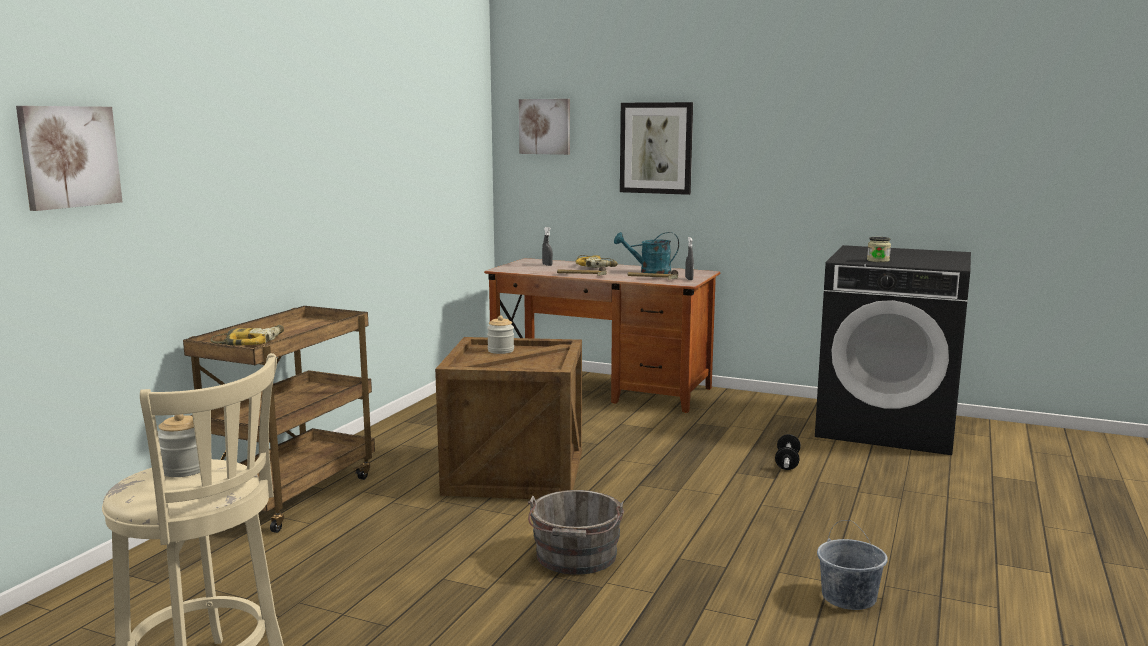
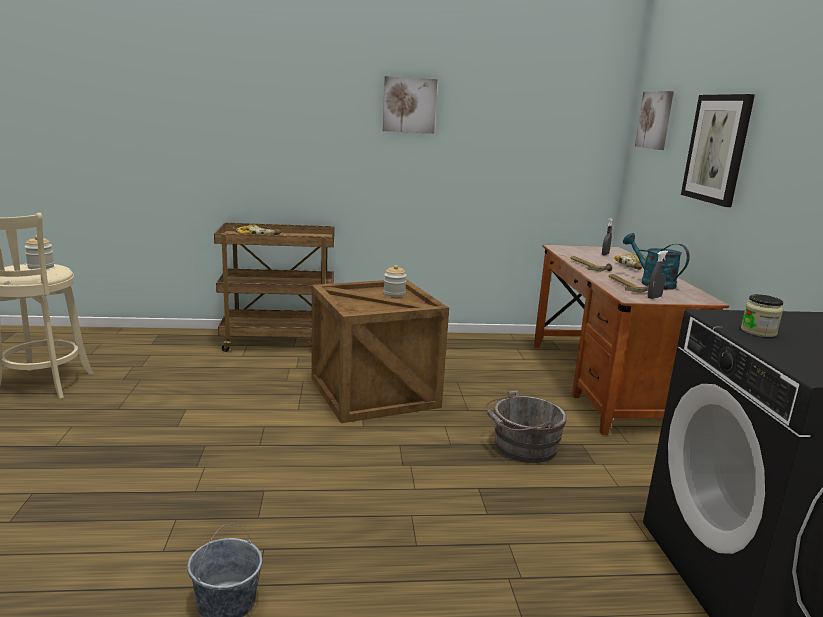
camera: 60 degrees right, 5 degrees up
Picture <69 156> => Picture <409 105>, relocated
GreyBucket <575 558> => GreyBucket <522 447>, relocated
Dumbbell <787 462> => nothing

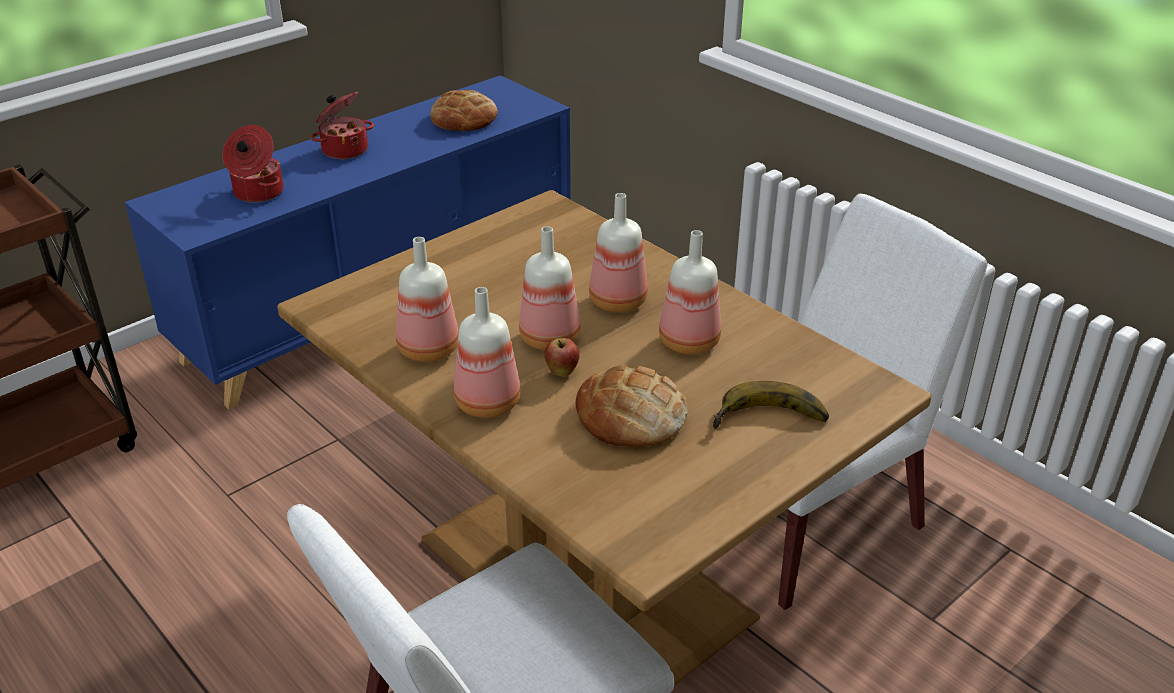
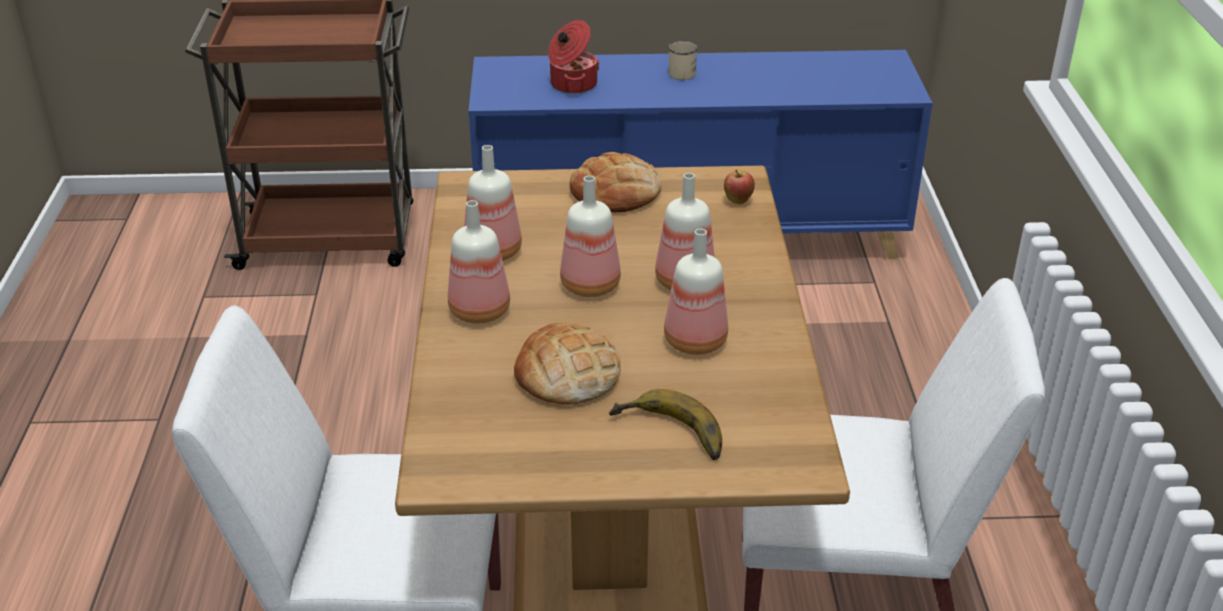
camera: 40 degrees right, 0 degrees up
Bread <464 119> => Bread <616 192>, relocated
CookingPot <344 150> => BeigeMug <682 72>
Apple <562 373> => Apple <738 201>, relocated

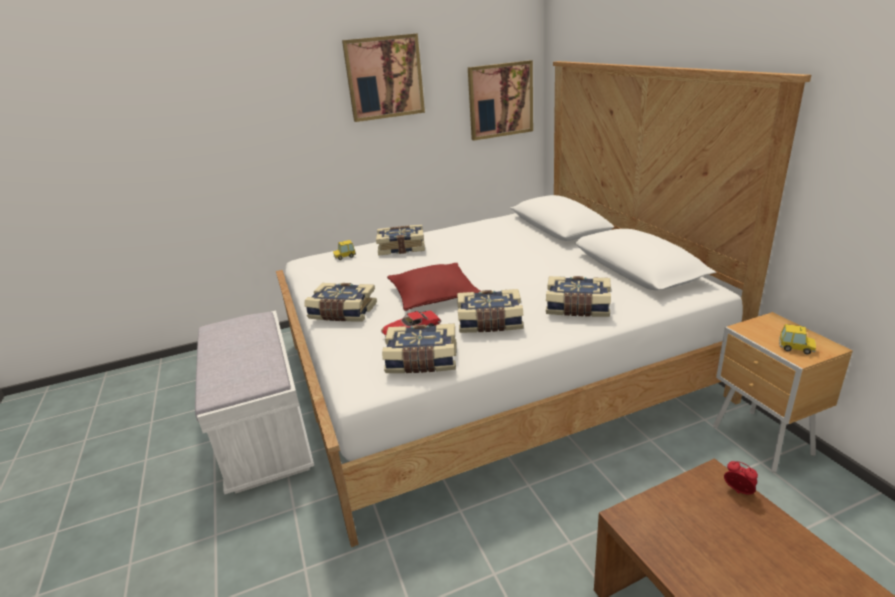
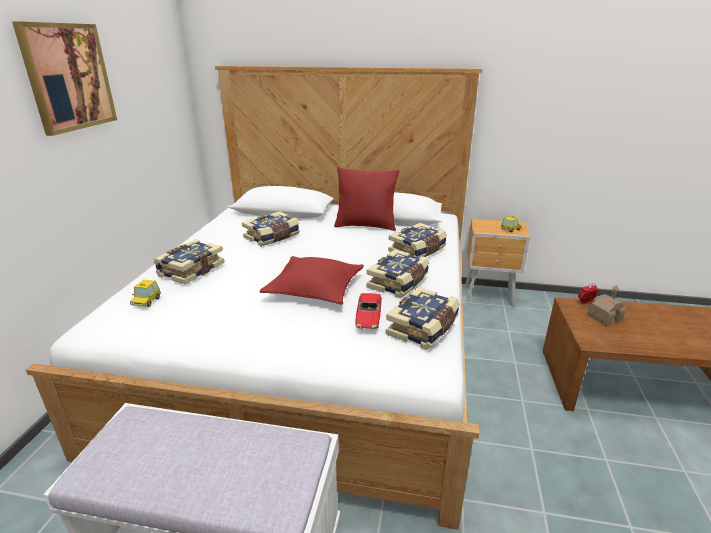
camera: 60 degrees left, 0 degrees up
Book <342 313> => Book <272 237>, relocated
nothing => RedPillow <365 226>
nothing => ToyHouse <604 317>
Picture <500 100> => nothing

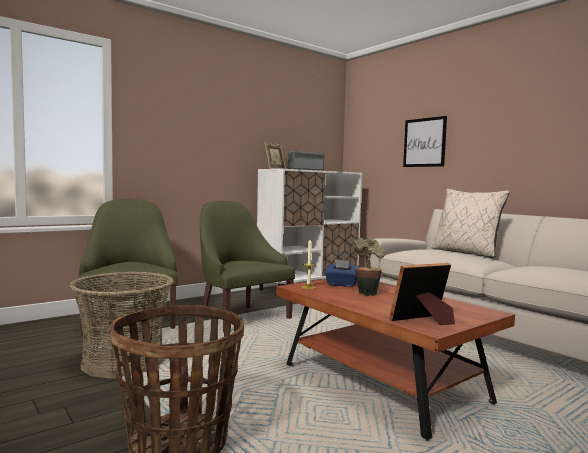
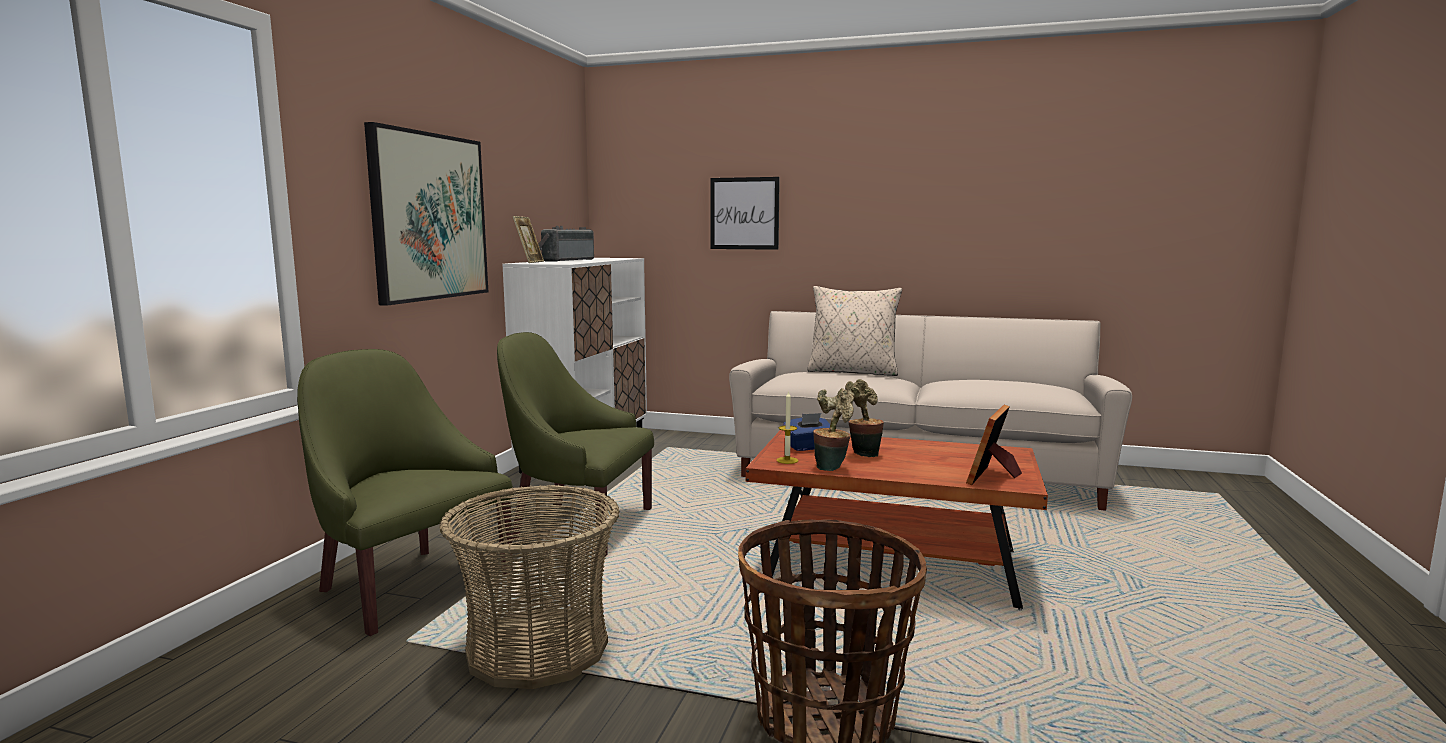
camera: 35 degrees left, 5 degrees up
nothing => Picture <429 217>
nothing => PottedPlant <832 467>

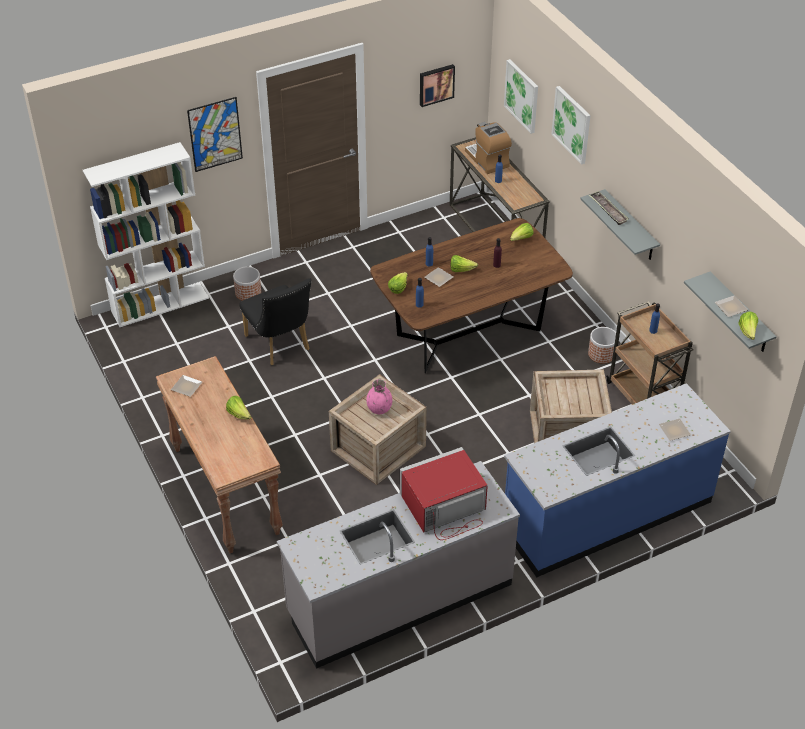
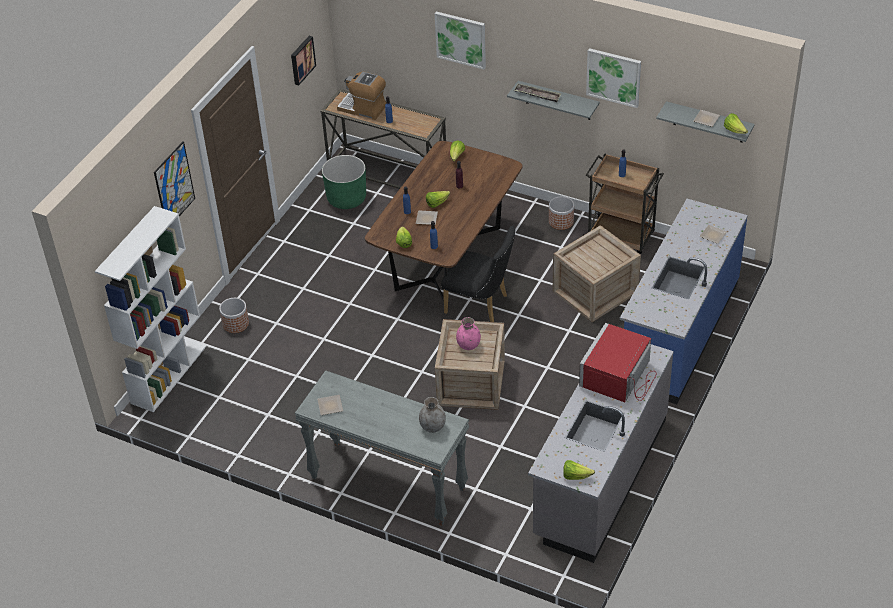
camera: 35 degrees left, 0 degrees up
BrownConsoleTable <224 490> => GreyConsoleTable <387 484>
nothing => GreenPlanter <346 198>
nothing => GreyVase <433 426>
BlackChair <280 346> => BlackChair <481 305>, relocated
Lettuce <239 414> => Lettuce <576 476>, relocated
Picture <522 96> => Picture <613 77>, relocated

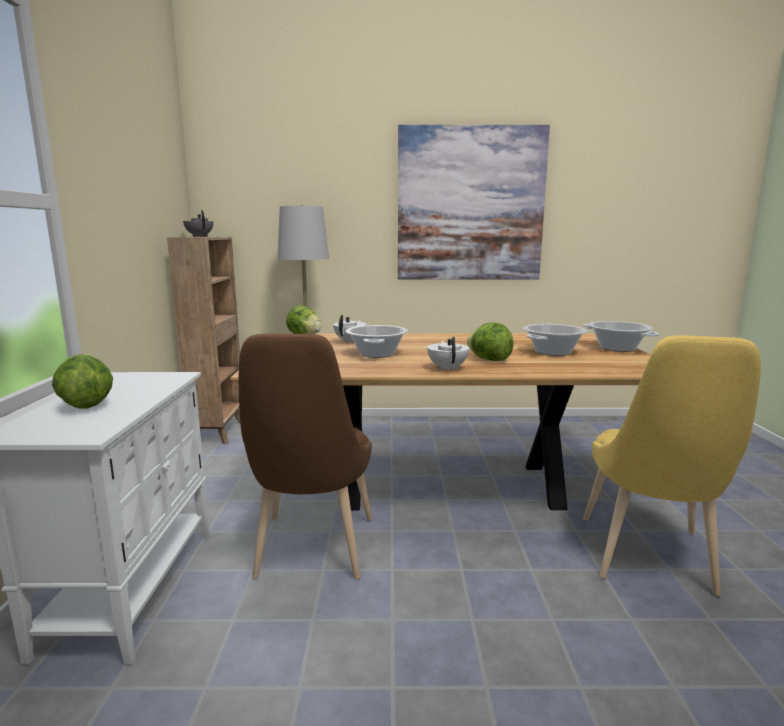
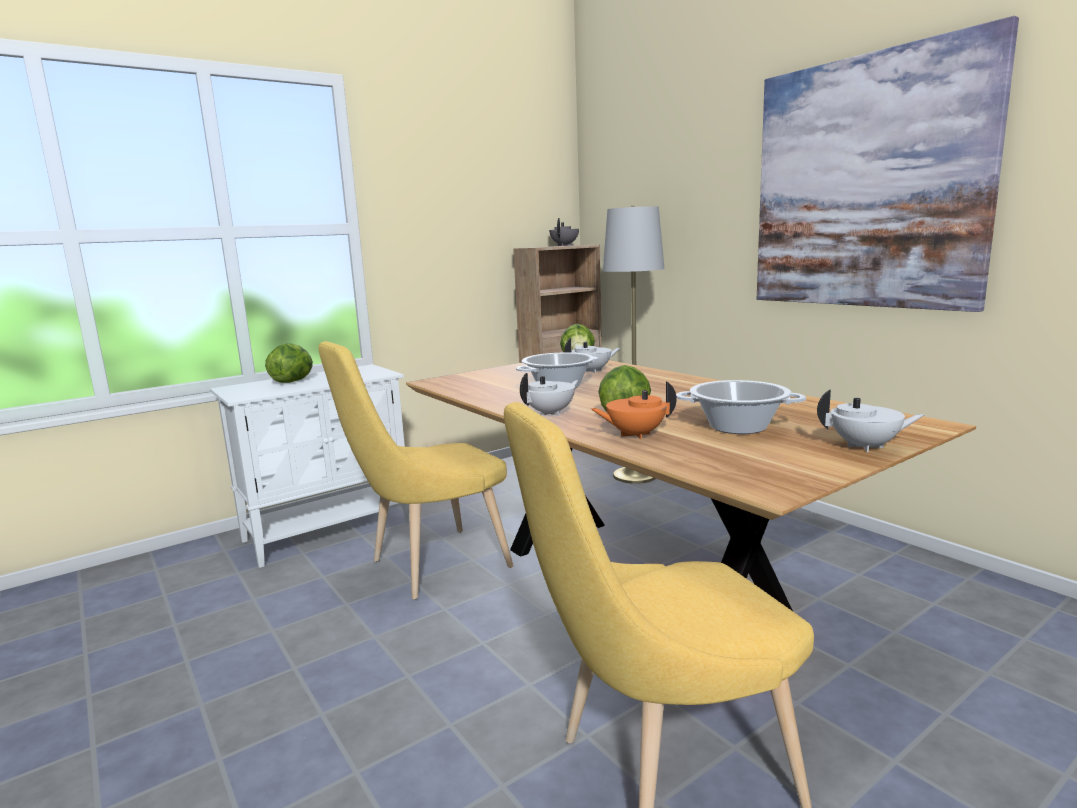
camera: 55 degrees right, 0 degrees up
BrownChair <312 552> => YellowChair <431 566>
nothing => OrangeTeapot <635 435>
CookingPot <617 348> => WhiteTeapot <865 447>

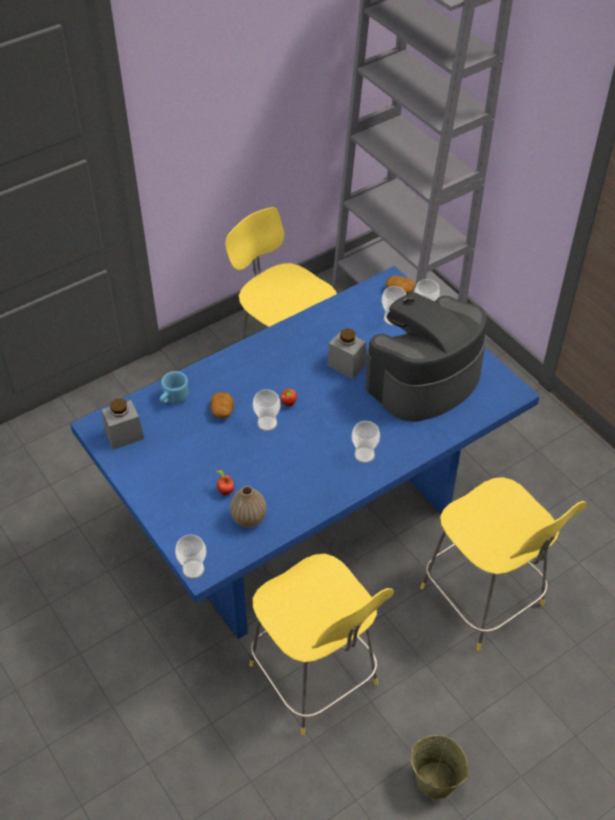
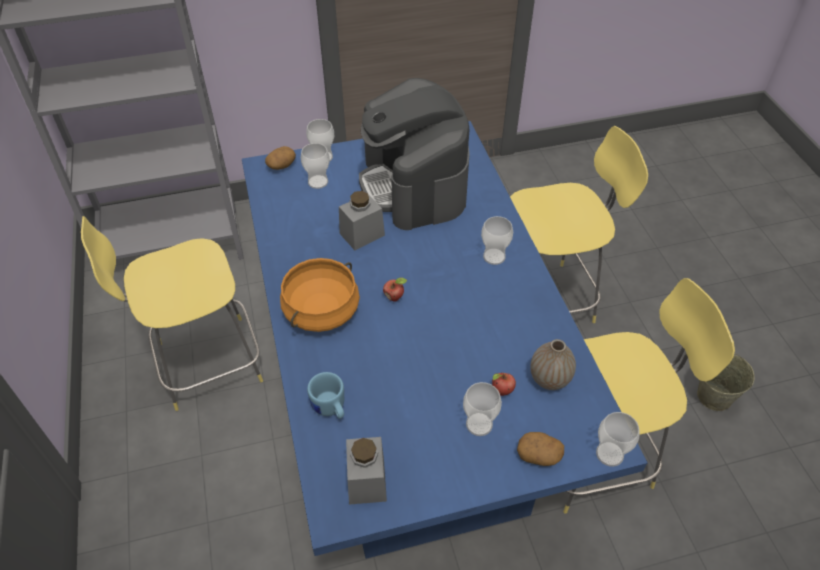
camera: 70 degrees left, 0 degrees up
nothing => OrangeCookingPot <322 311>
Cup <267 423> => Cup <479 424>, relocated
Potato <222 411> => Potato <539 454>, relocated

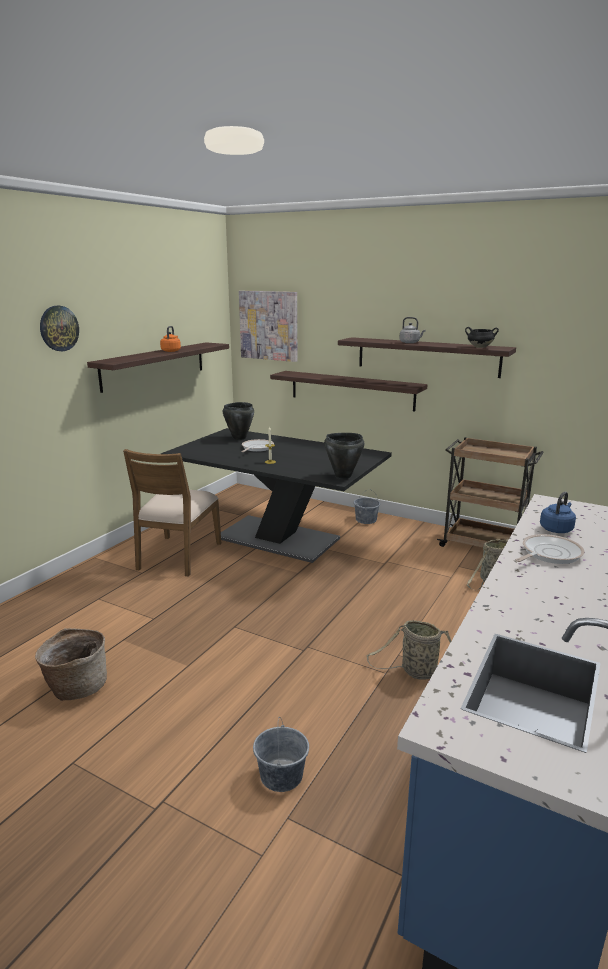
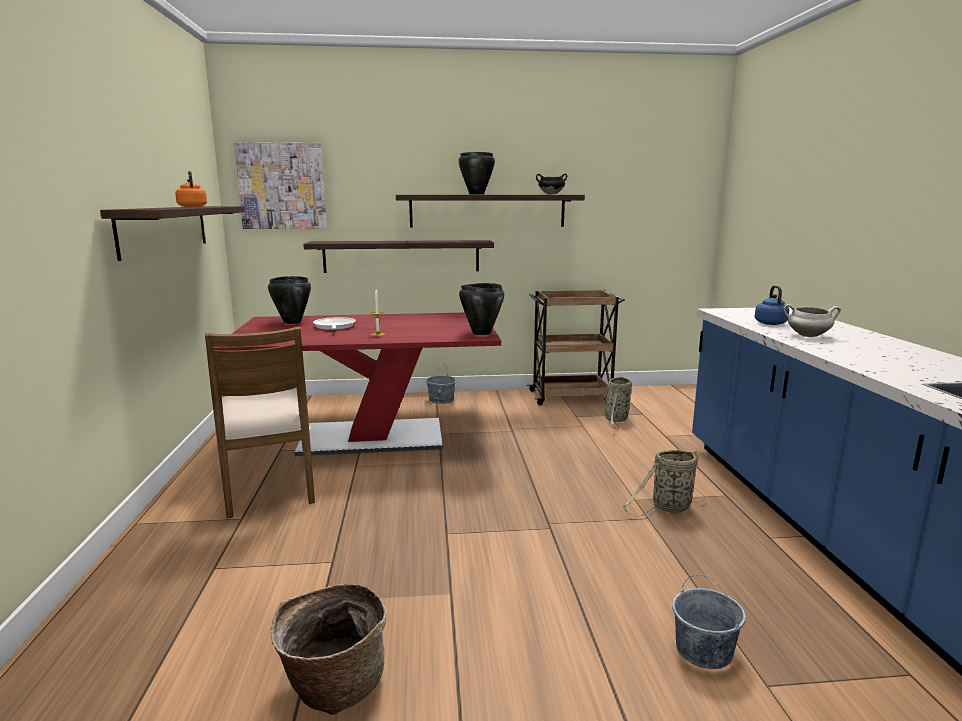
camera: 35 degrees left, 5 degrees down
BlackDiningTable <277 538> => RedDiningTable <372 437>
GreyKettle <410 342> => BlackCookingPot <477 194>
FryingPan <548 554> => WhiteCookingPot <807 336>
WallClock <59 328> => nothing

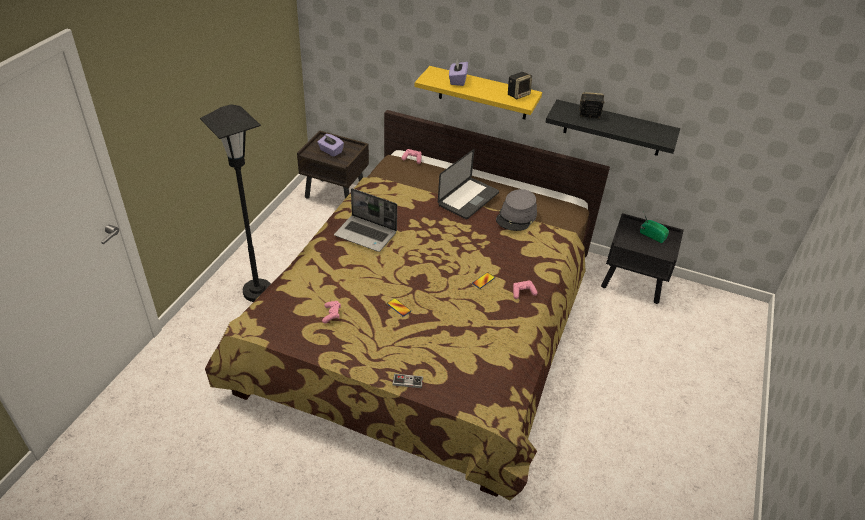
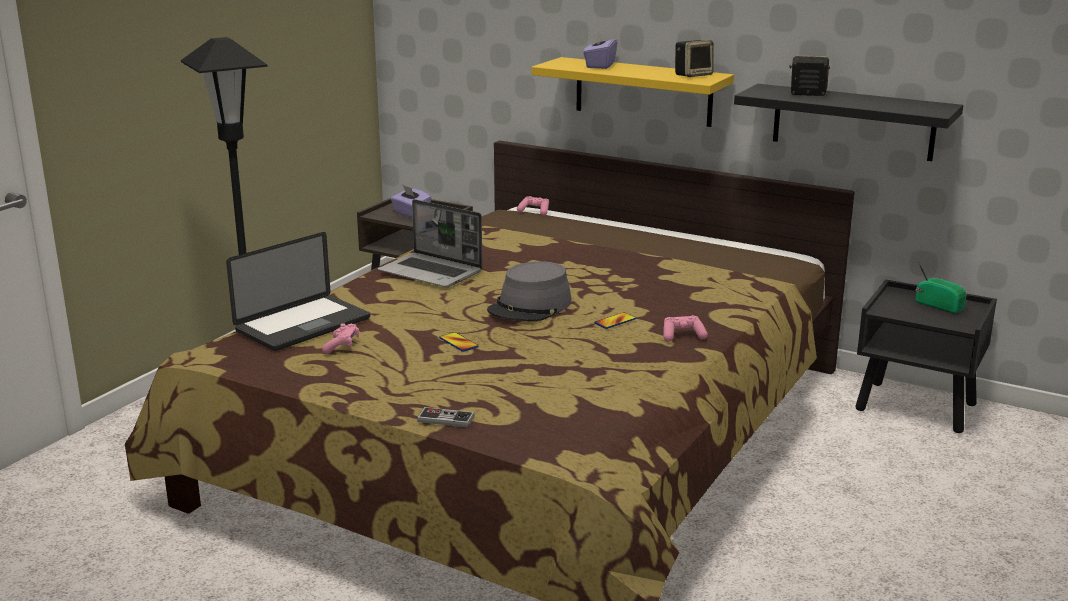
camera: 10 degrees right, 20 degrees down
Laptop <468 199> => Laptop <303 325>, relocated
GreyHat <516 216> => GreyHat <530 306>, relocated

